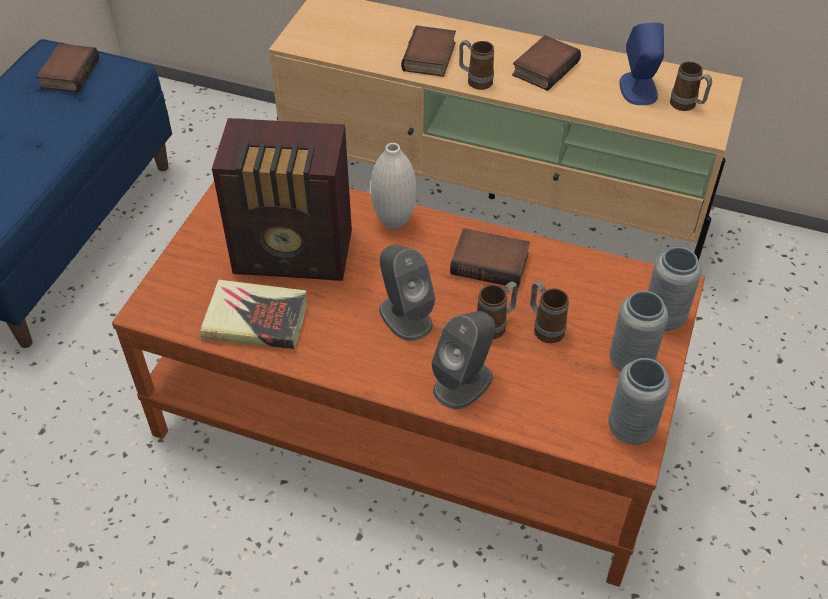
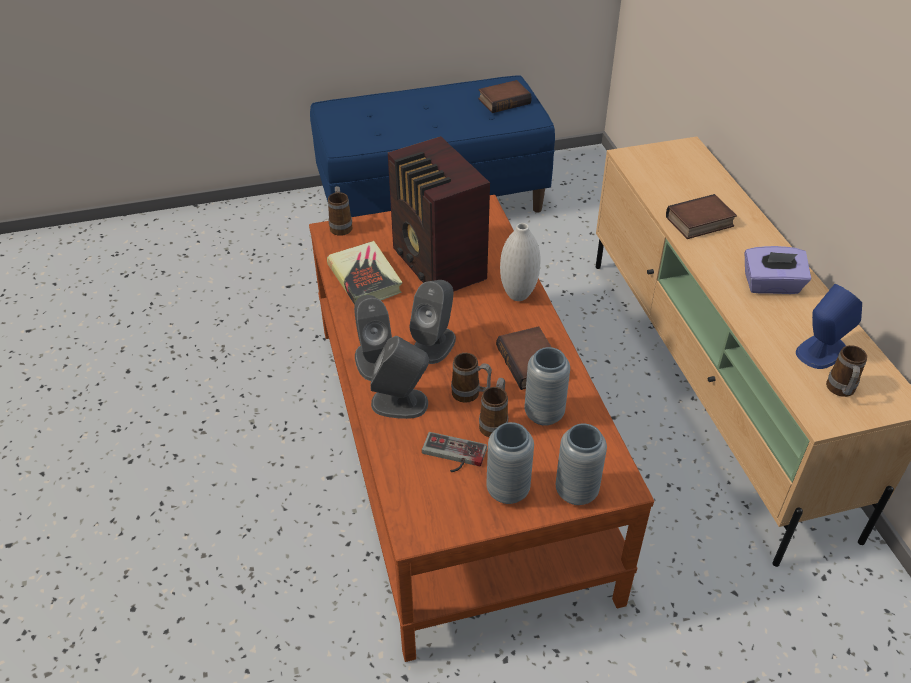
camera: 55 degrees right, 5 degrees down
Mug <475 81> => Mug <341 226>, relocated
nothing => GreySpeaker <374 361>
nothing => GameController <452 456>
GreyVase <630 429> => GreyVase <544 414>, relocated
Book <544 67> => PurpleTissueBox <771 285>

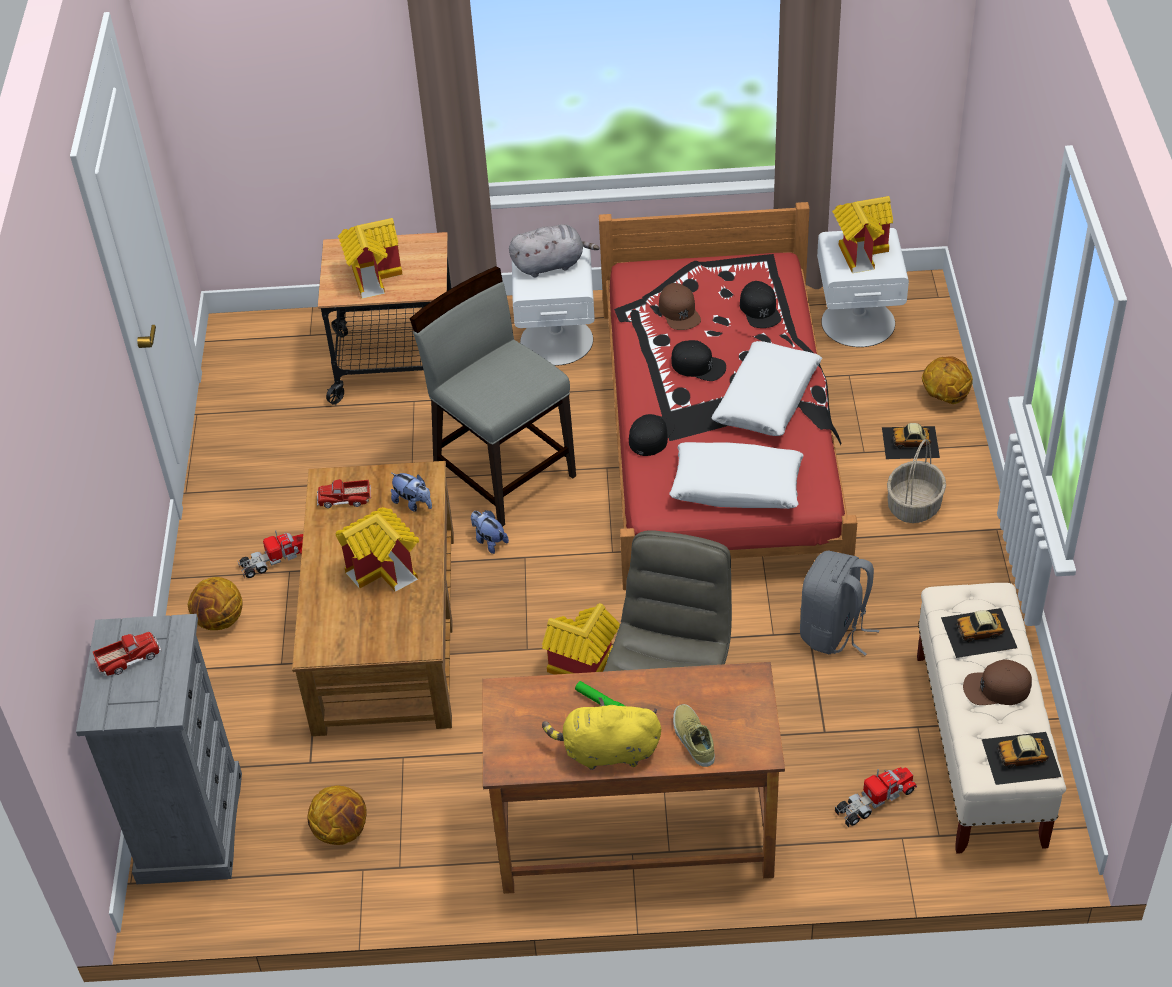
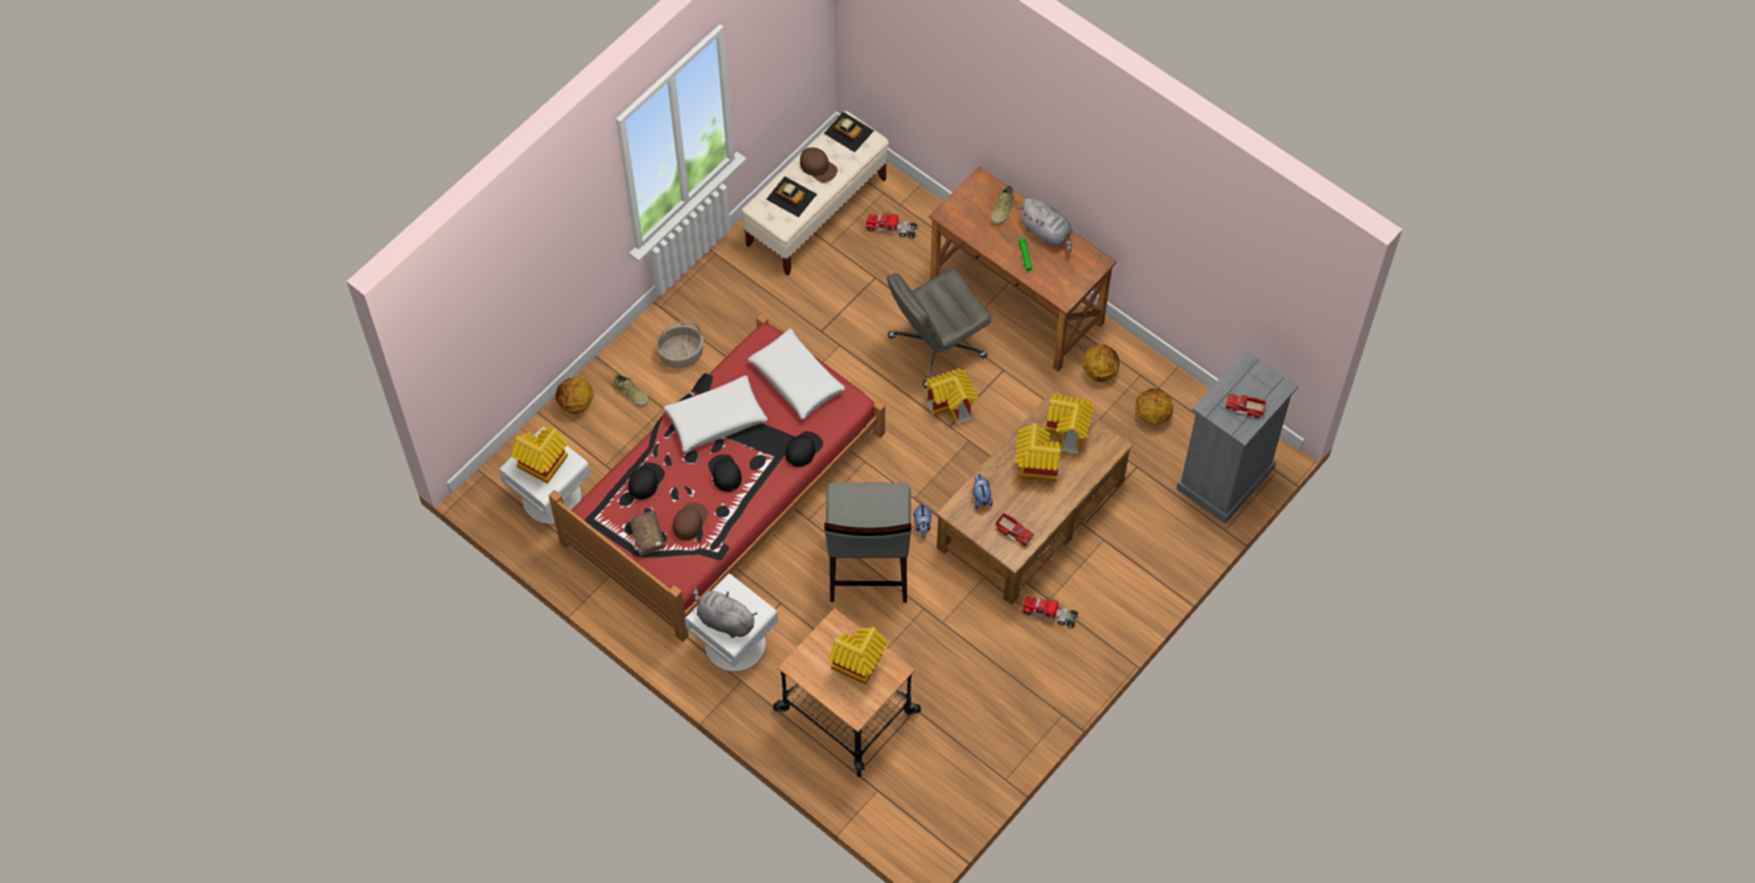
camera: 140 degrees left, 15 degrees up
ToyCar <911 442> => BeigeShoe <632 392>
nothing => BrownBook <647 535>
BlackCap <651 435> => BlackCap <803 449>, 150 degrees clockwise
YellowPlushToy <607 752> => GreyPlushToy <1047 232>
nothing => ToyHouse <1069 433>
Basketball <220 620> => Basketball <1099 371>, relocated
GreyBackpack <834 631> => nothing

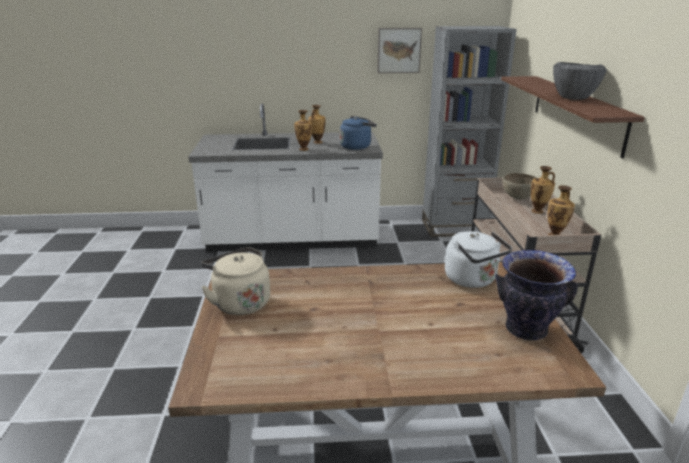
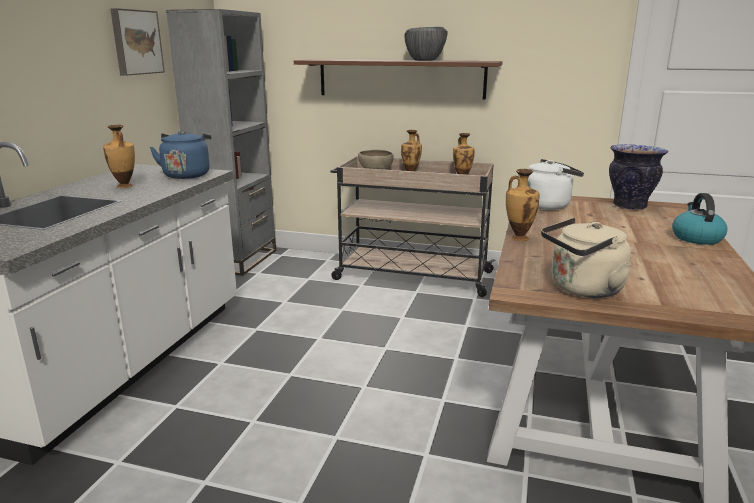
camera: 70 degrees left, 5 degrees down
Vase <304 149> => Vase <518 238>, relocated
nothing => Kettle <696 238>

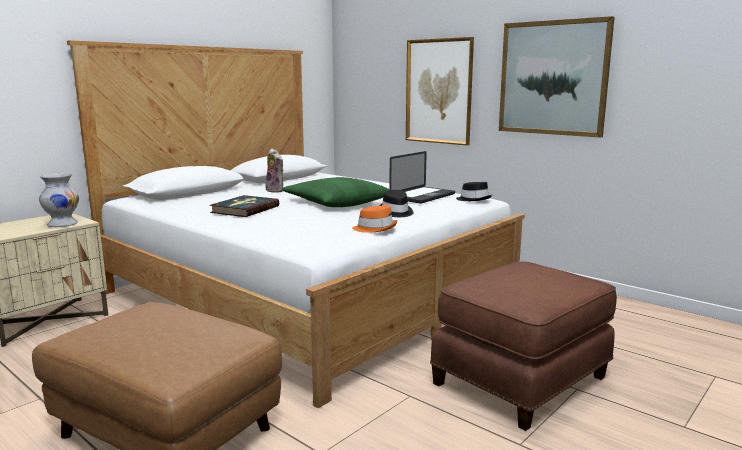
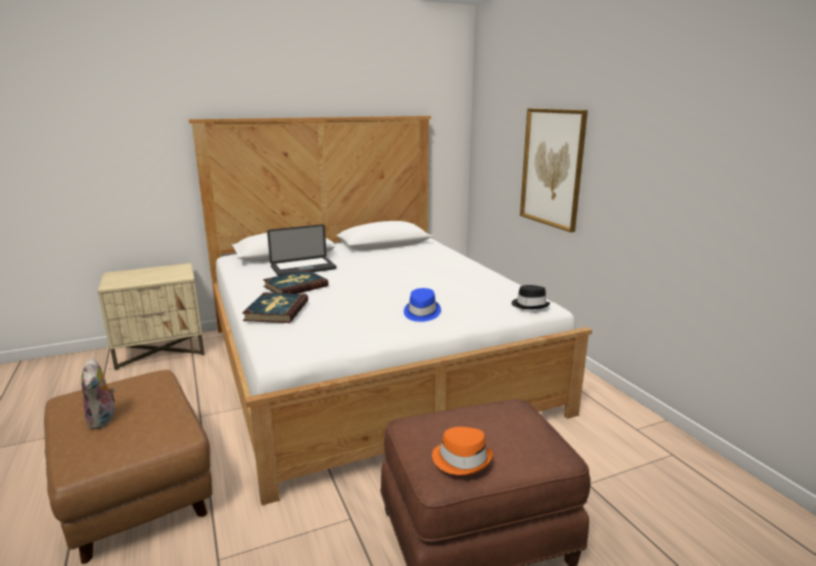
camera: 25 degrees right, 5 degrees up
PlushToy <276 190> => PlushToy <103 420>, relocated
nothing => Book <276 311>
Laptop <422 196> => Laptop <303 268>, relocated
BlackHat <395 212> => BlueHat <421 313>
OrangeHat <375 228> => OrangeHat <462 459>, relocated
WhiteVase <62 224> => nothing
GreenPillow <336 202> => nothing
Picture <553 78> => nothing

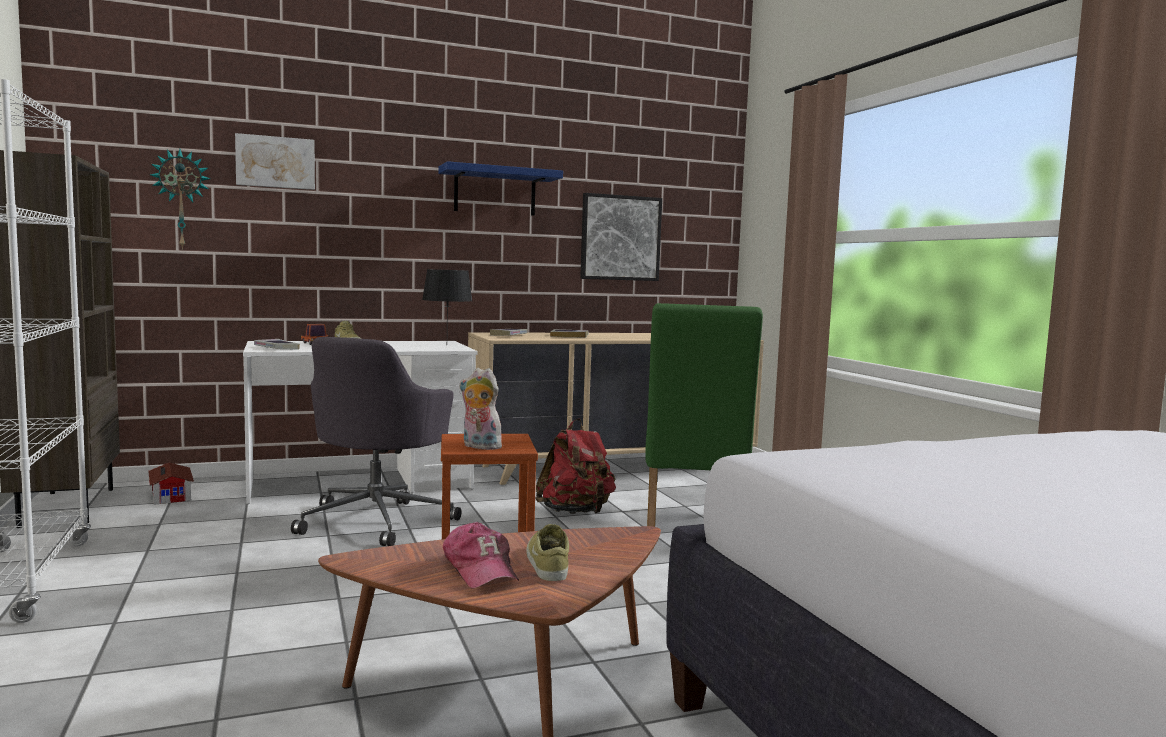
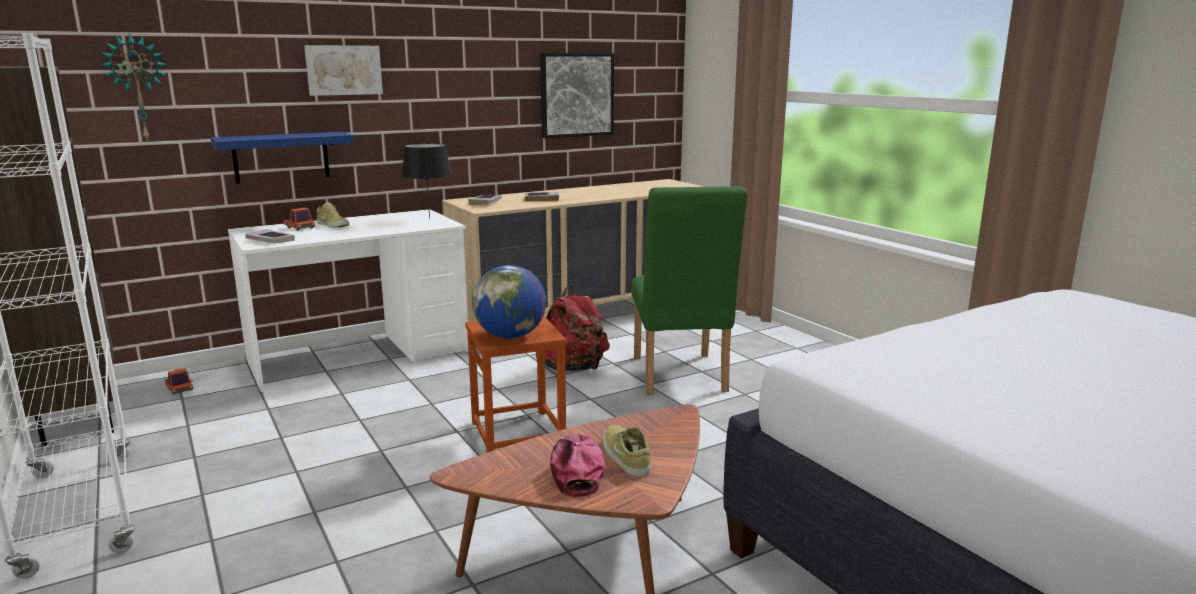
camera: 10 degrees left, 10 degrees up
ToyHouse <172 494> => ToyTruck <179 389>
BlueShelf <495 192> => BlueShelf <281 157>, relocated
Picture <275 162> => Picture <343 70>, relocated
PlushToy <479 447> => Globe <510 336>
Cap <481 570> => Cap <575 471>, 150 degrees counterclockwise
GreyOfficeChair <377 520> => nothing

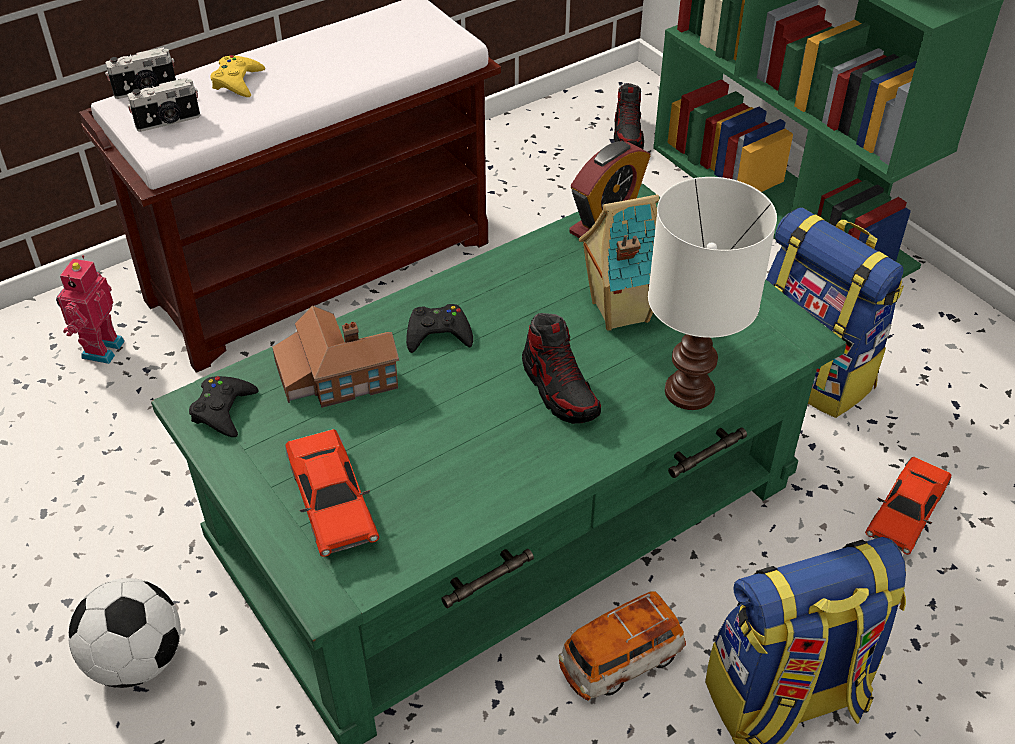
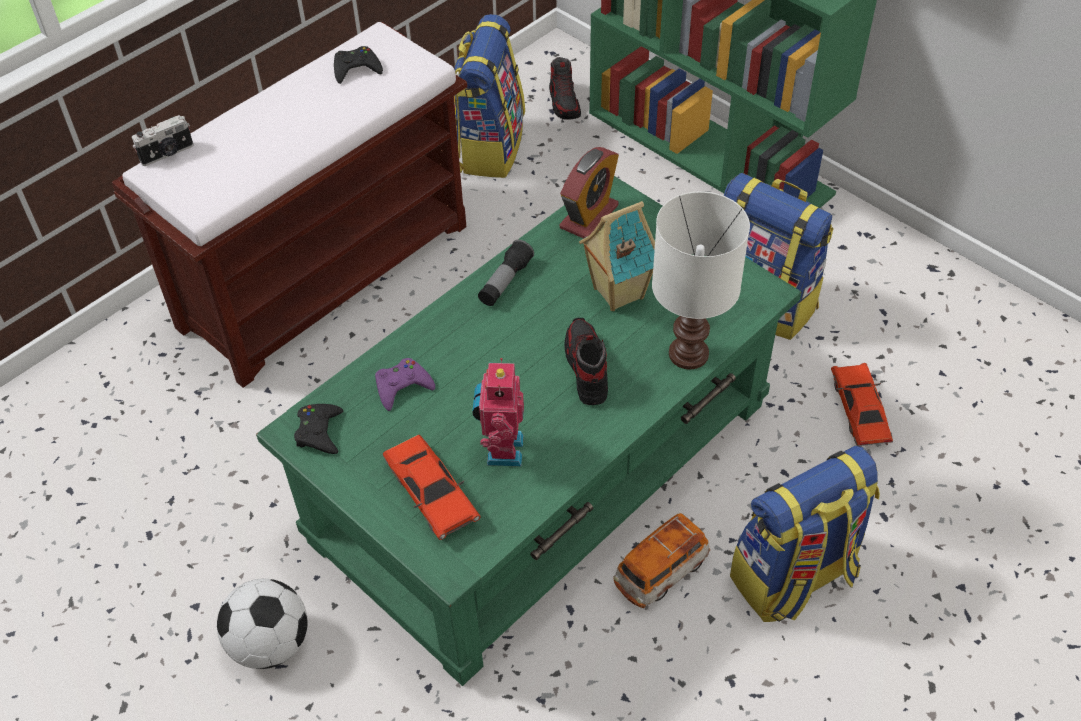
camera: 10 degrees left, 5 degrees up
BlackGameController <438 334> => BlackGameController <356 69>, relocated
ToyHouse <336 376> => PurpleGameController <402 387>
nothing => Backpack <488 147>
ToyRobot <100 349> => ToyRobot <501 450>, relocated
nothing => Flashlight <505 282>
Shoe <560 389> => Shoe <586 368>, 150 degrees counterclockwise
RedToyCar <906 513> => RedToyCar <859 411>, 150 degrees clockwise
PhotoCamera <168 122> => nothing
YellowGameController <237 82> => nothing

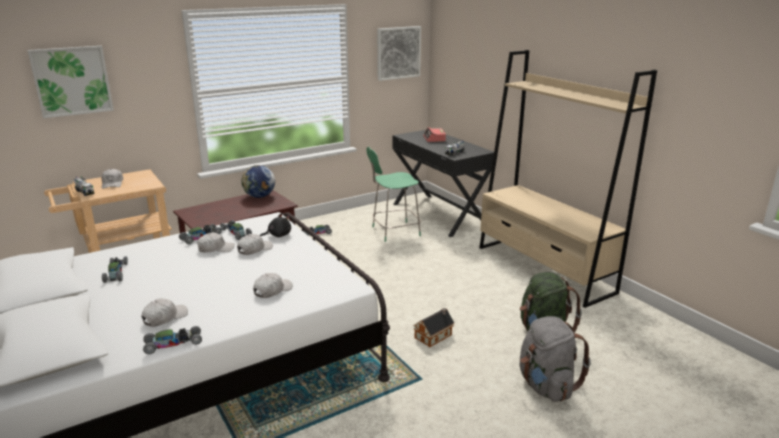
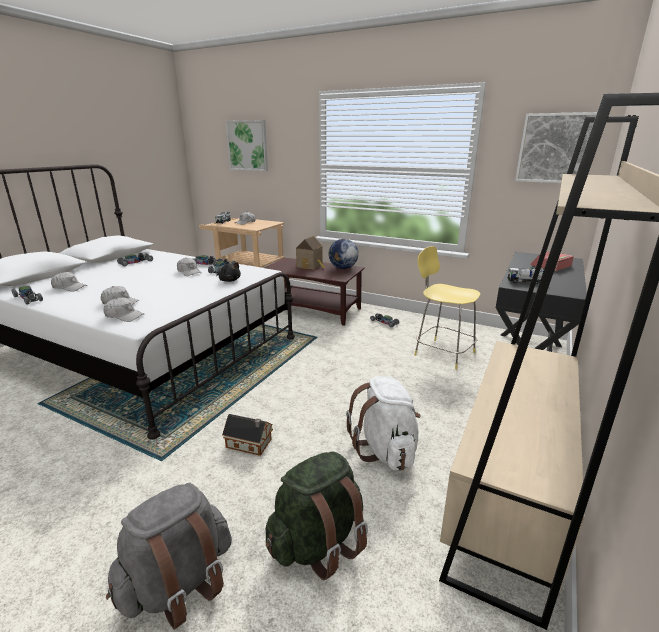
camera: 60 degrees right, 0 degrees up
WhiteCap <255 249> => WhiteCap <124 316>, relocated
nothing => ToyHouse <311 266>
nothing => WhiteBackpack <385 450>
GreenStool <394 231> => YellowStool <442 353>

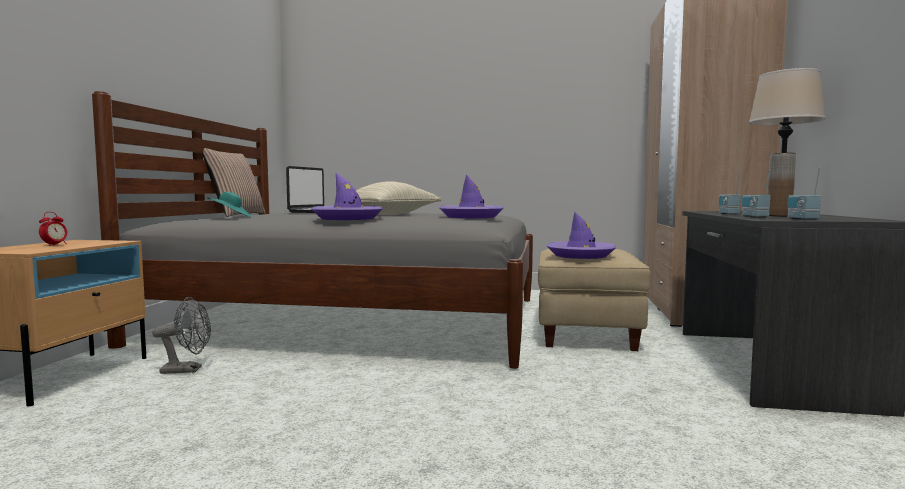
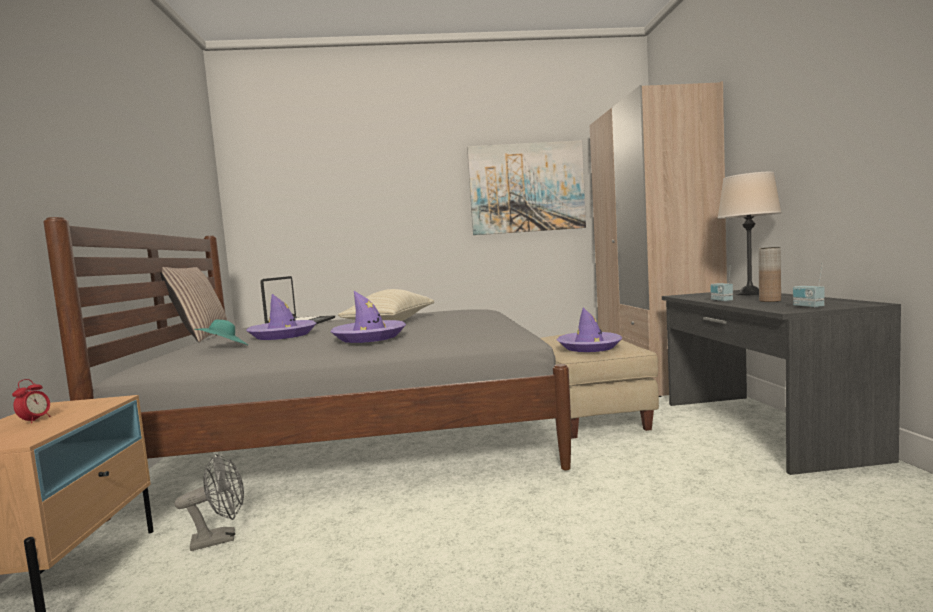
camera: 15 degrees left, 0 degrees up
PurpleHat <471 217> => PurpleHat <283 335>, relocated
nothing => Picture <527 188>
Radio <753 216> => nothing

